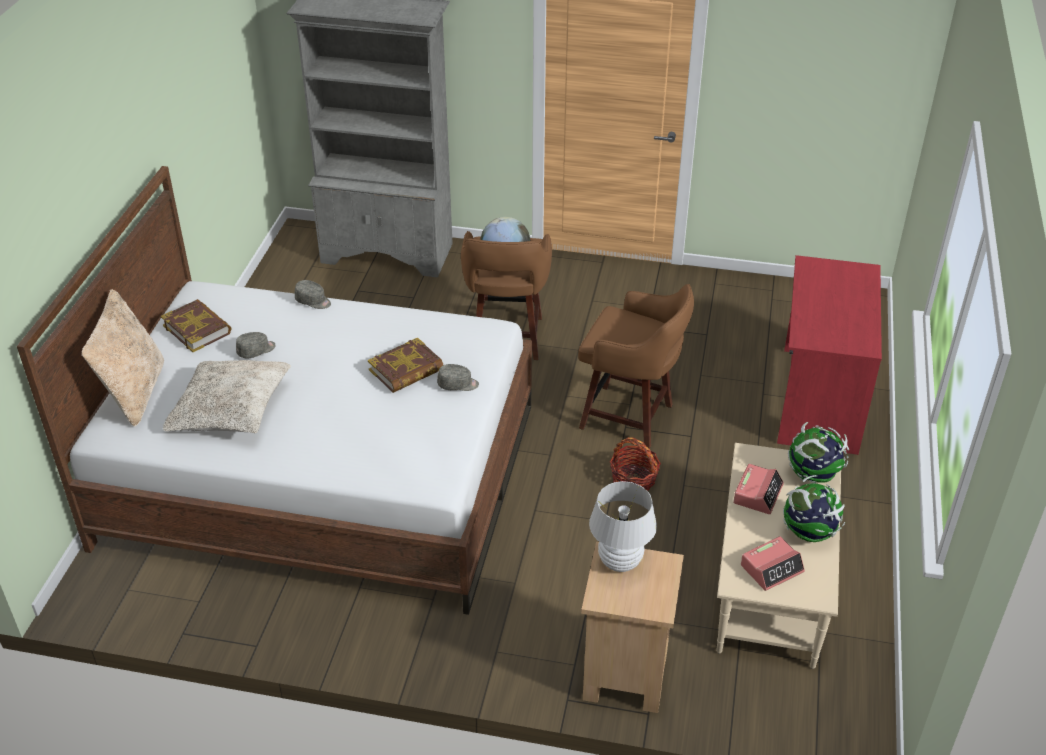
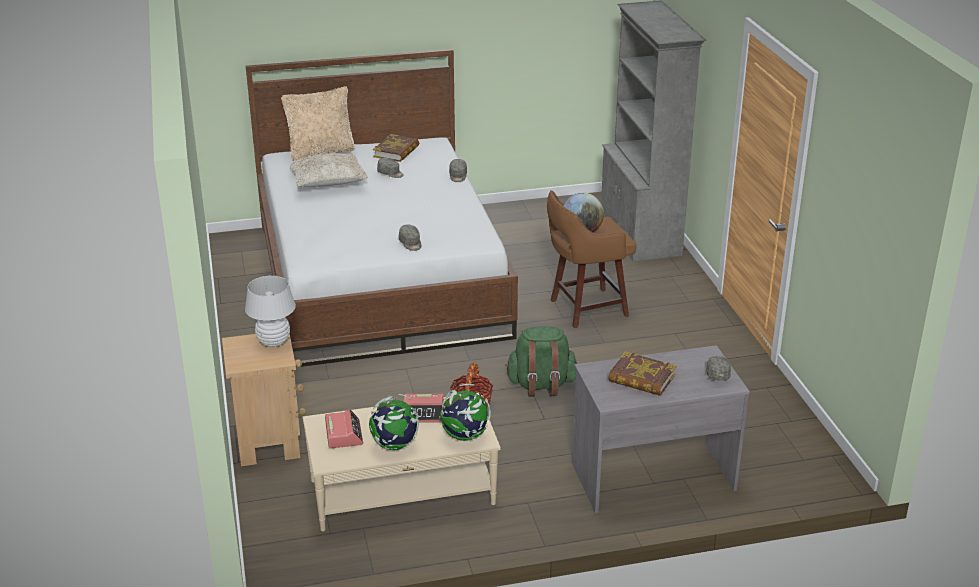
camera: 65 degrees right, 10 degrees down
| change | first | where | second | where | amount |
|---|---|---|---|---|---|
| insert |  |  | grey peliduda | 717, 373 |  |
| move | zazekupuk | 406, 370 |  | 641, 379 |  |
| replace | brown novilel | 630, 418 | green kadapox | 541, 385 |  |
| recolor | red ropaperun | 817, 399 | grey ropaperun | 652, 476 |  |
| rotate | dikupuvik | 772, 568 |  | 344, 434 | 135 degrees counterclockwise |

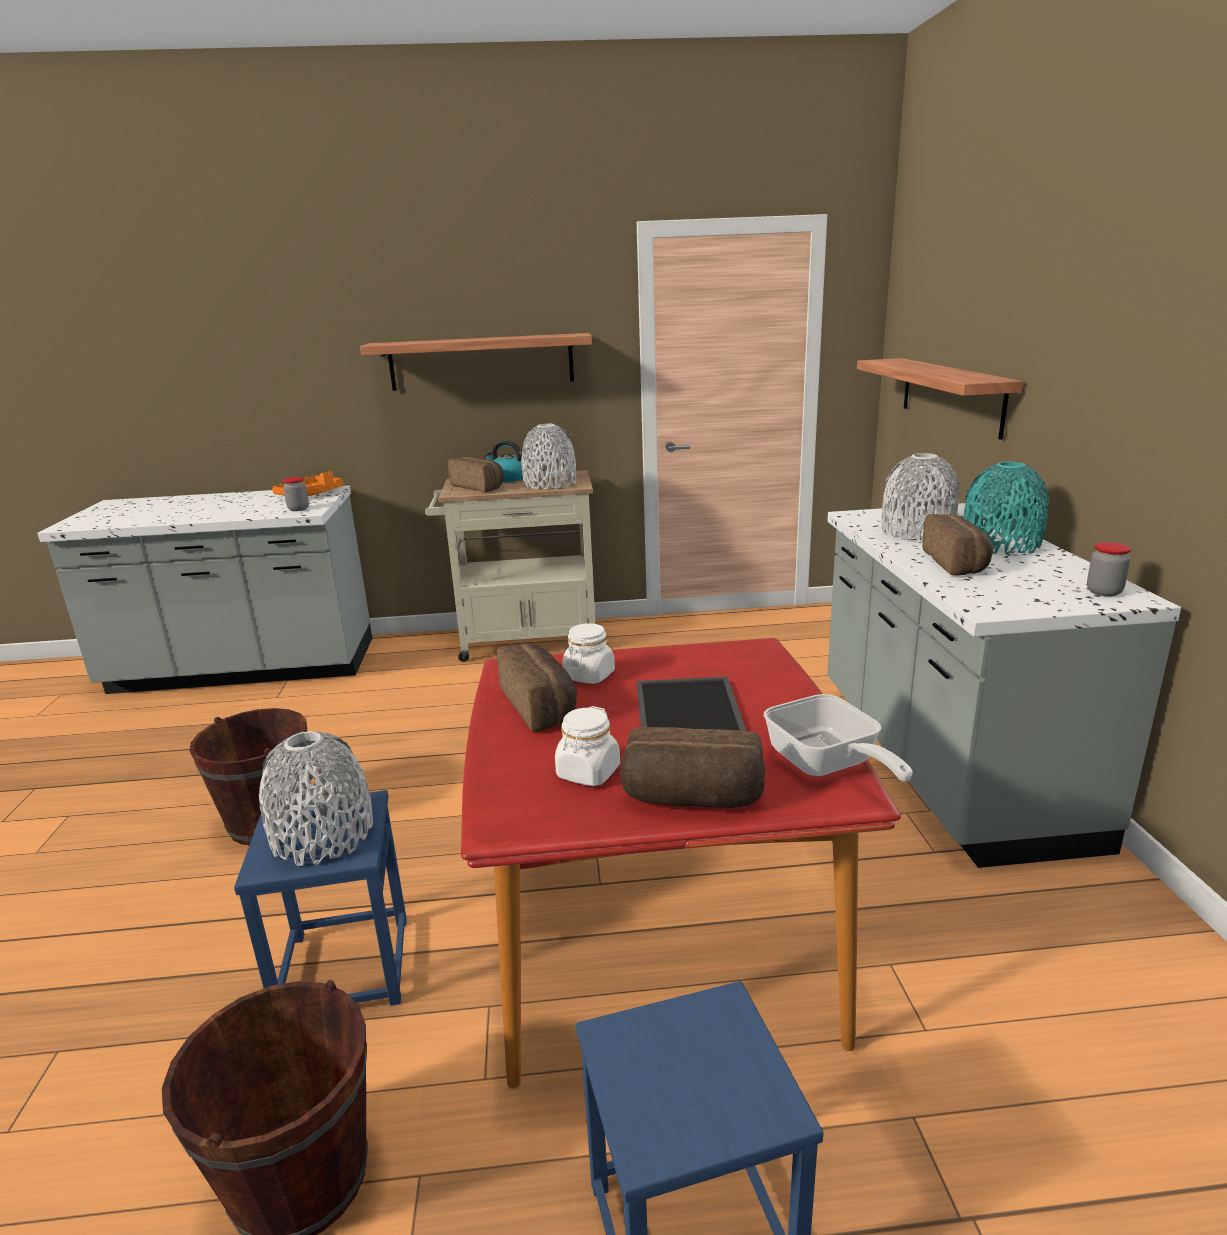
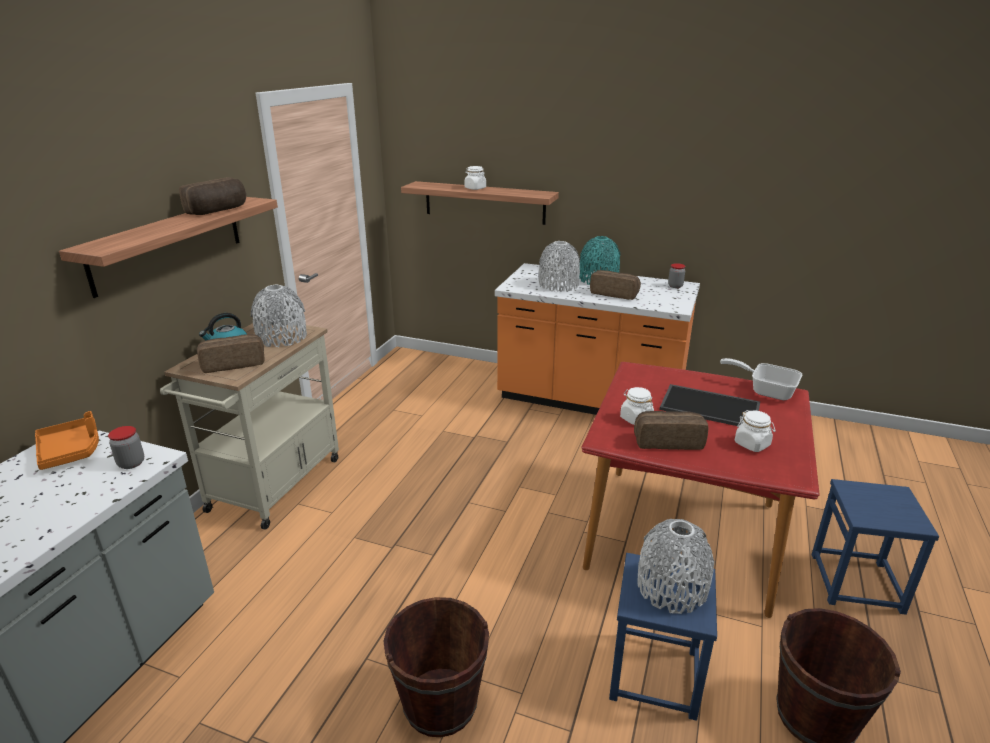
camera: 65 degrees left, 5 degrees up
| change | first | where | second | where | amount |
|---|---|---|---|---|---|
| insert |  |  | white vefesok | 475, 188 |  |
| move | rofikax | 692, 799 |  | 218, 210 |  |
| recolor | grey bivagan | 944, 762 | orange bivagan | 590, 400 |  |
| rotate | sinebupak | 827, 765 |  | 766, 390 | 150 degrees counterclockwise |

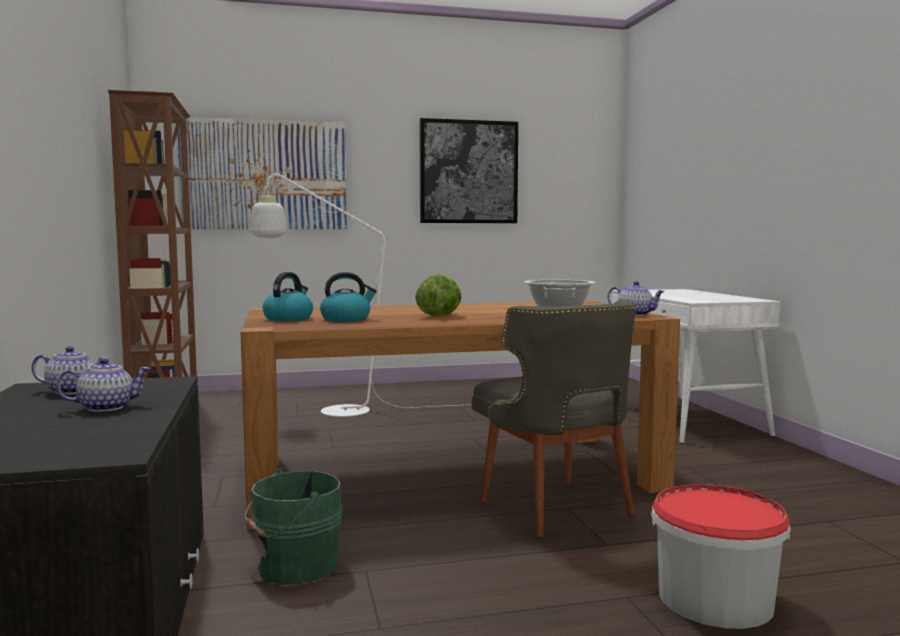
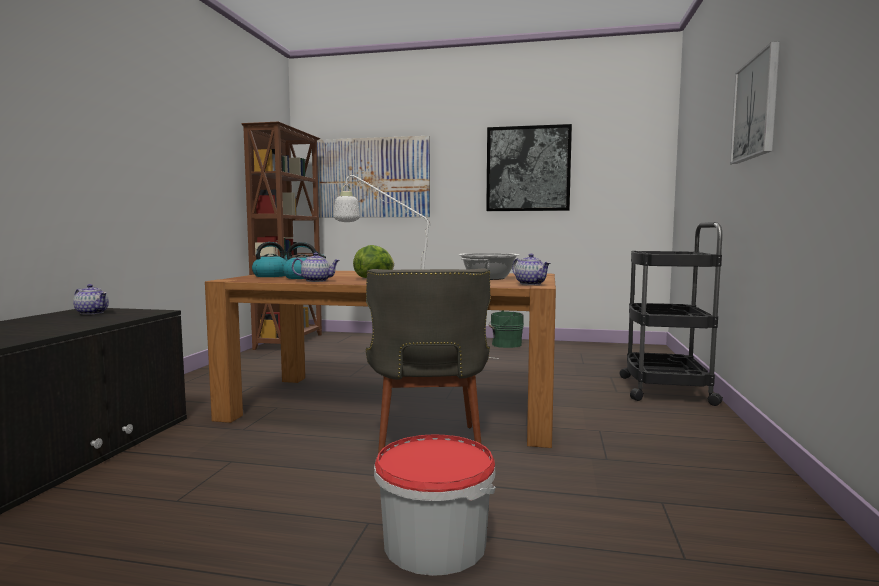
camera: 25 degrees right, 0 degrees up
| change | first | where | second | where | amount |
|---|---|---|---|---|---|
| insert |  |  | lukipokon | 756, 108 |  |
| move | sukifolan | 106, 407 |  | 316, 281 |  |
| move | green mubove | 294, 566 |  | 505, 344 |  |
| replace | white ropaperun | 683, 419 | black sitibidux | 665, 390 |  |

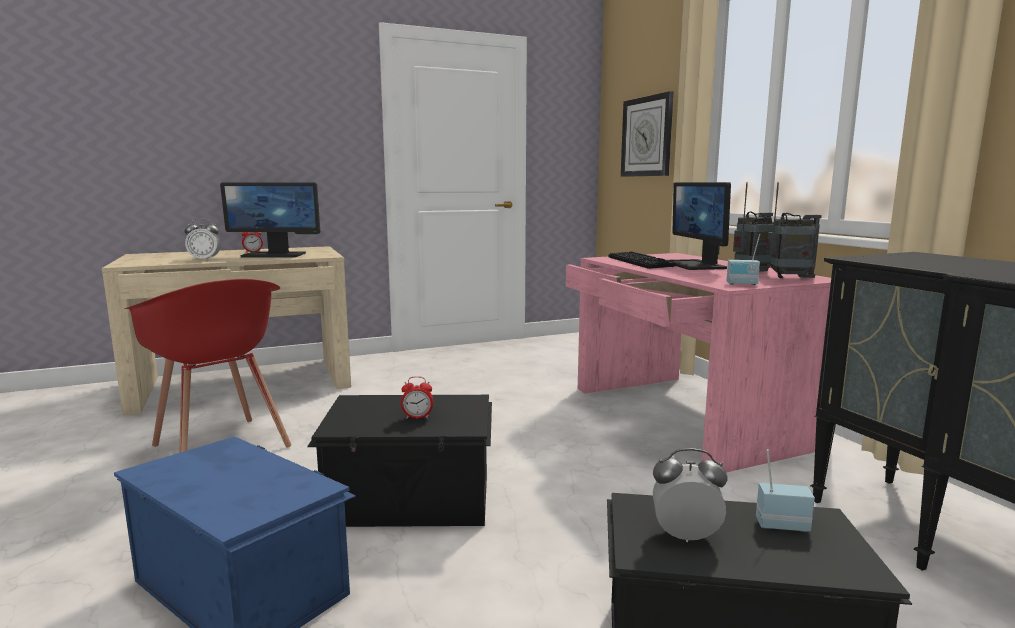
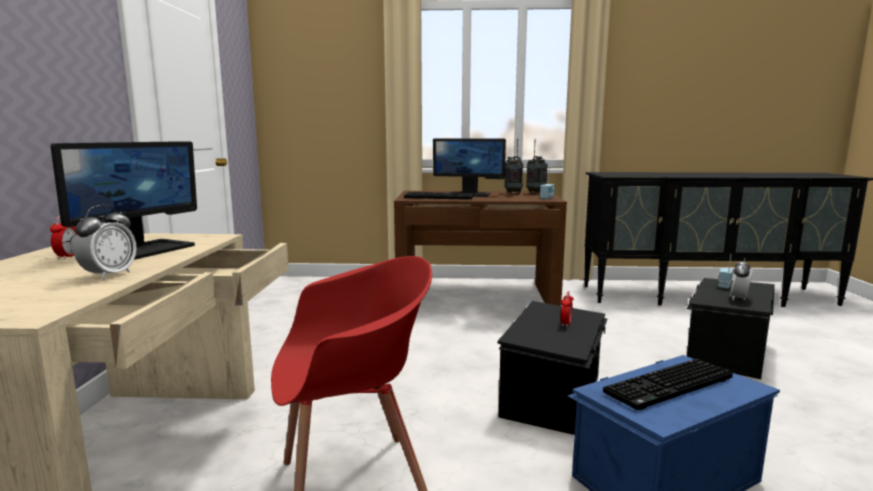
camera: 65 degrees left, 0 degrees up
| change | first | where | second | where | amount |
|---|---|---|---|---|---|
| delete | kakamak | 647, 137 |  |  |  |
| insert |  |  | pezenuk | 670, 386 |  |
| recolor | pink ropaperun | 677, 418 | brown ropaperun | 478, 298 |  |

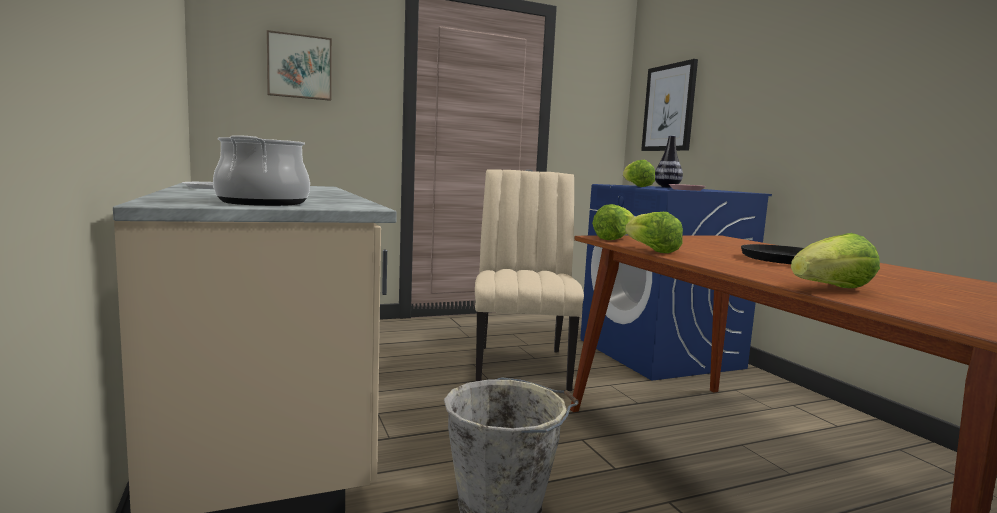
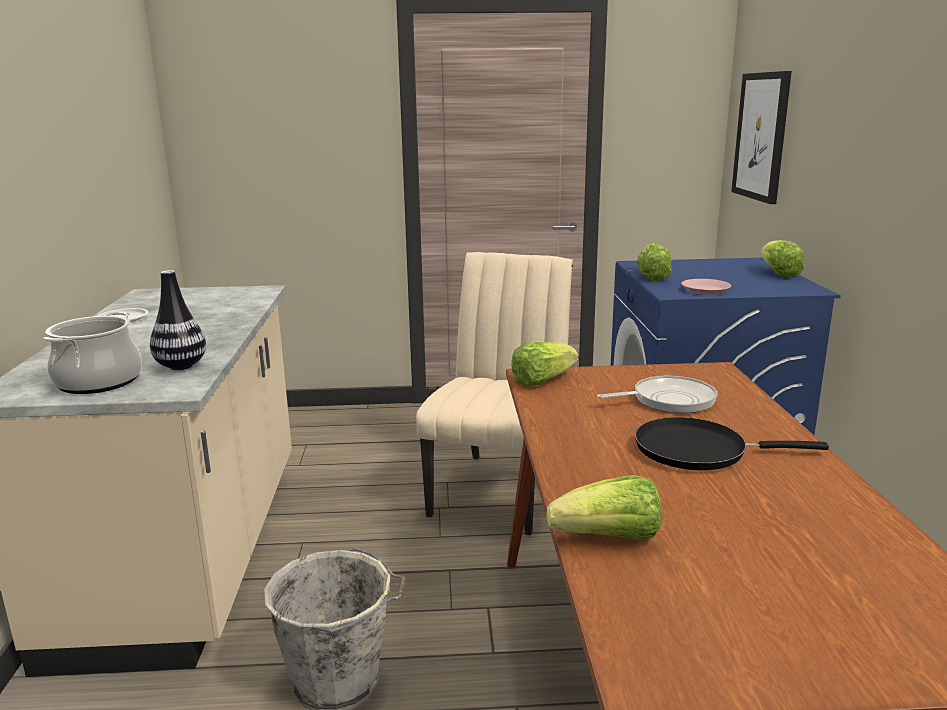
camera: 20 degrees right, 10 degrees up
| change | first | where | second | where | amount |
|---|---|---|---|---|---|
| delete | lukipokon | 299, 67 |  |  |  |
| insert |  |  | sinebupak | 668, 400 |  |
| move | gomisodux | 651, 250 |  | 778, 273 |  |
| move | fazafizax | 667, 187 |  | 181, 366 |  |

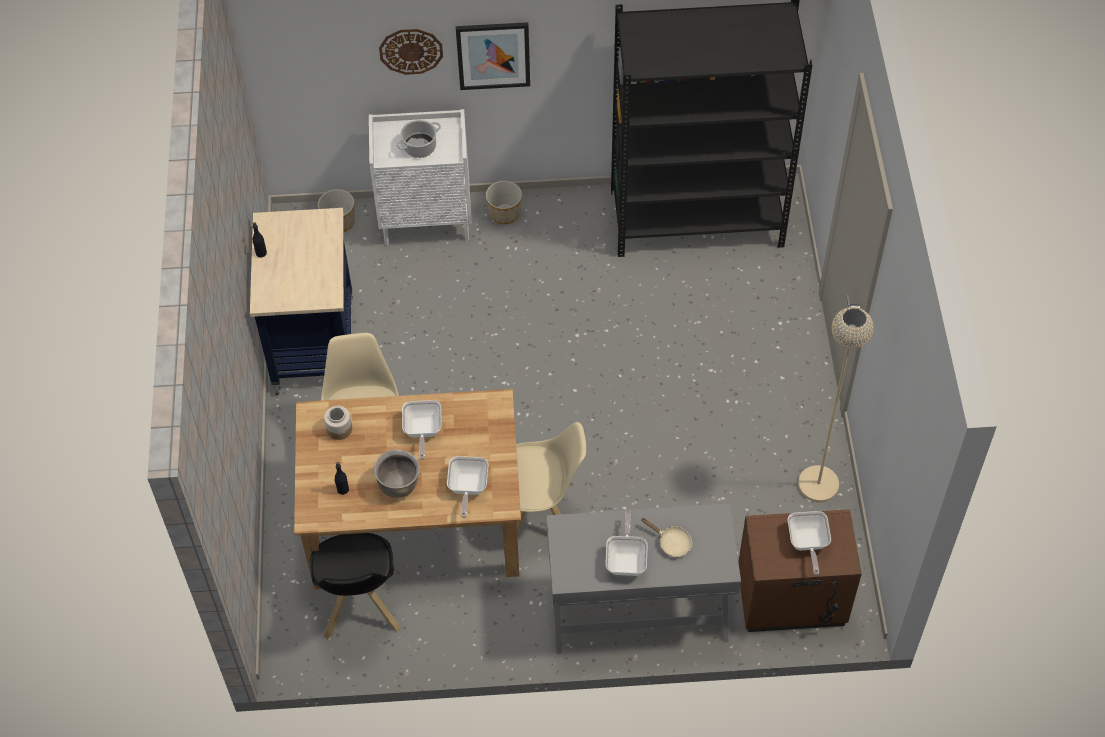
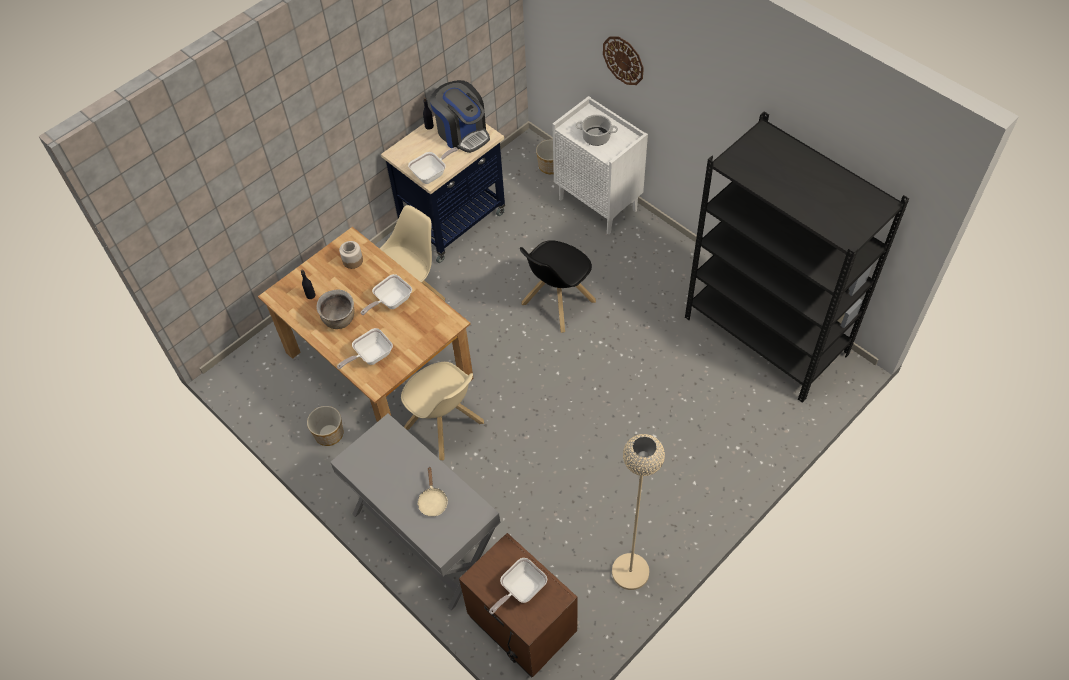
camera: 50 degrees right, 0 degrees up
| change | first | where | second | where | amount |
|---|---|---|---|---|---|
| delete | lukipokon | 493, 55 |  |  |  |
| insert |  |  | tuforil | 462, 133 |  |
| move | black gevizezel | 360, 606 |  | 556, 303 |  |
| move | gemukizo | 504, 213 |  | 329, 433 |  |
| move | sinebupak | 626, 559 |  | 432, 174 |  |

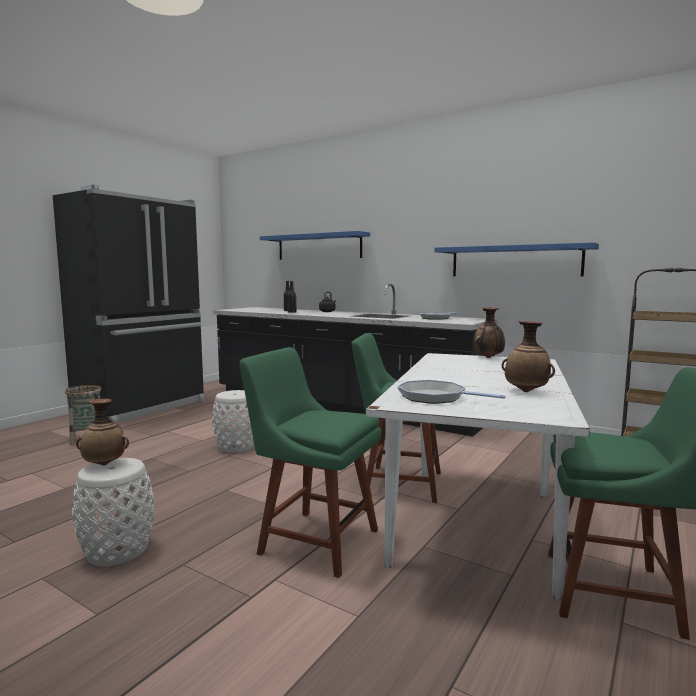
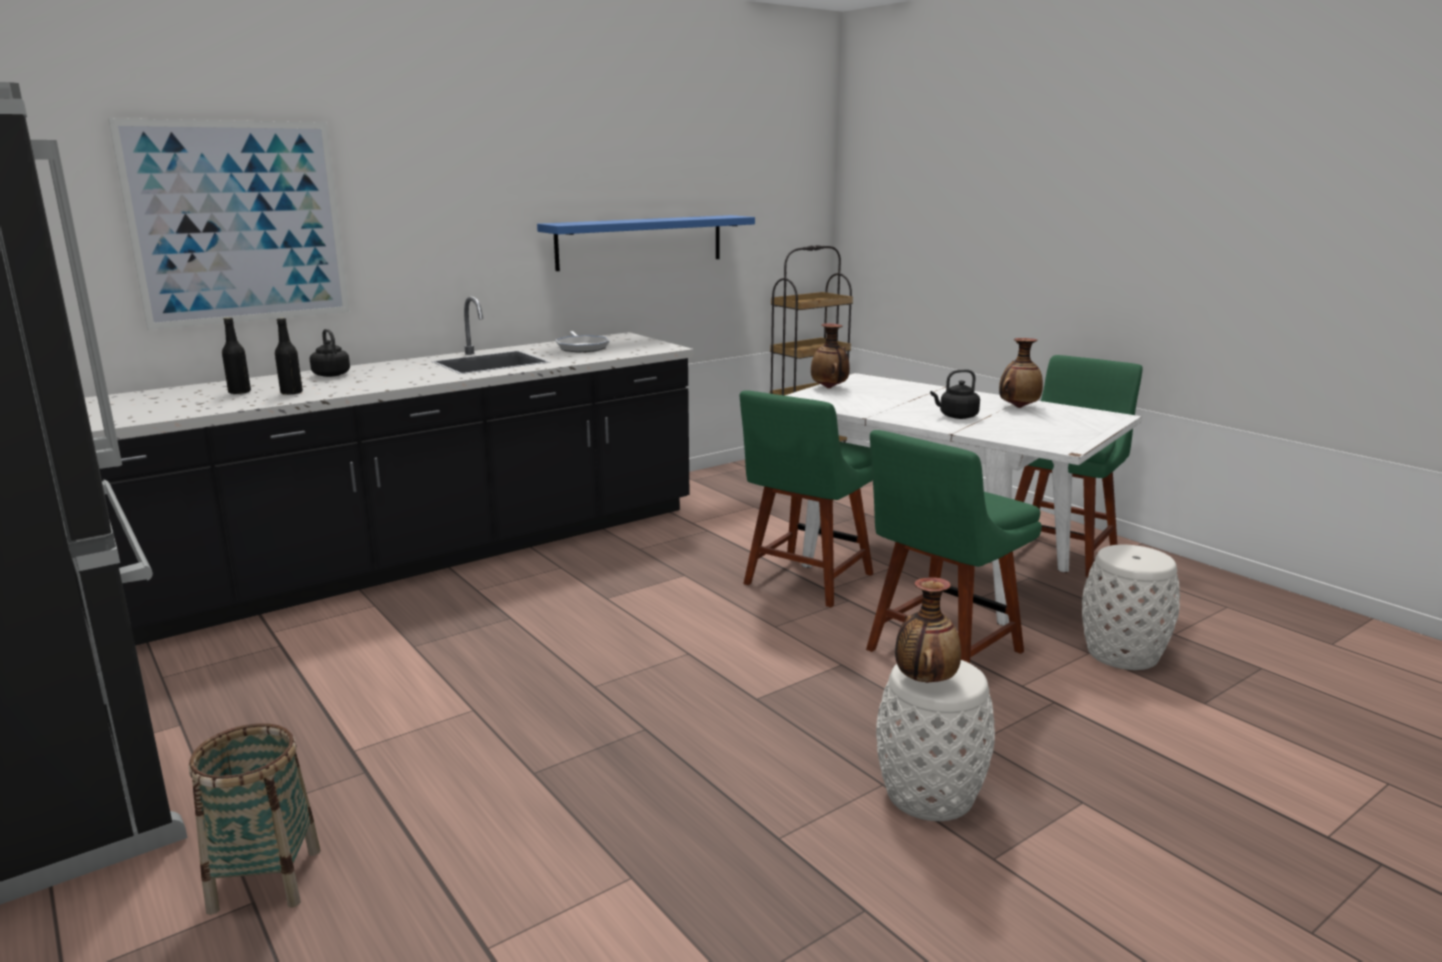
camera: 70 degrees left, 10 degrees up
| change | first | where | second | where | amount |
|---|---|---|---|---|---|
| delete | sinebupak | 435, 397 |  |  |  |
| insert |  |  | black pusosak | 956, 416 |  |
| move | white novilel | 236, 447 |  | 1122, 654 |  |
| replace | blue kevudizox | 318, 247 | lukipokon | 238, 223 |  |

